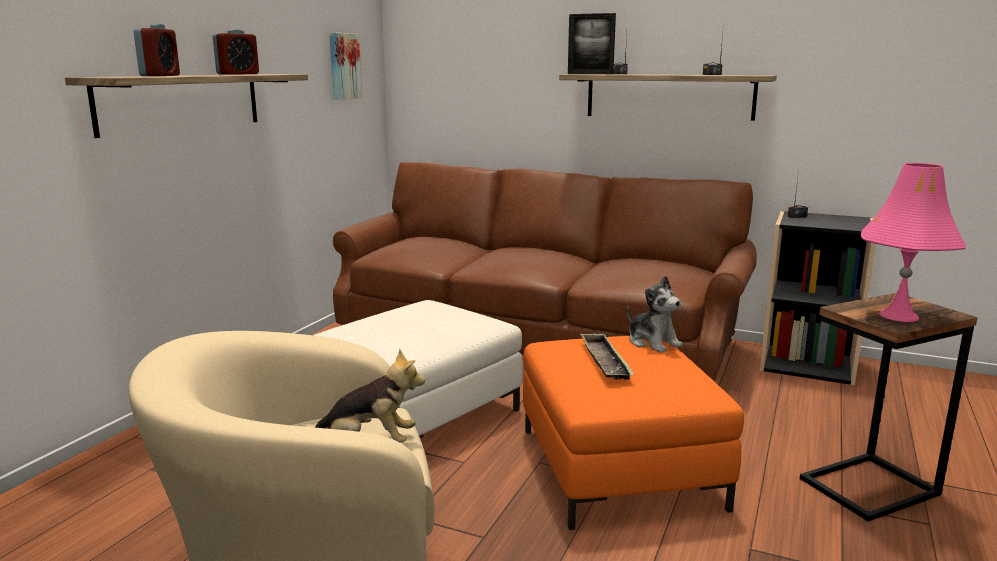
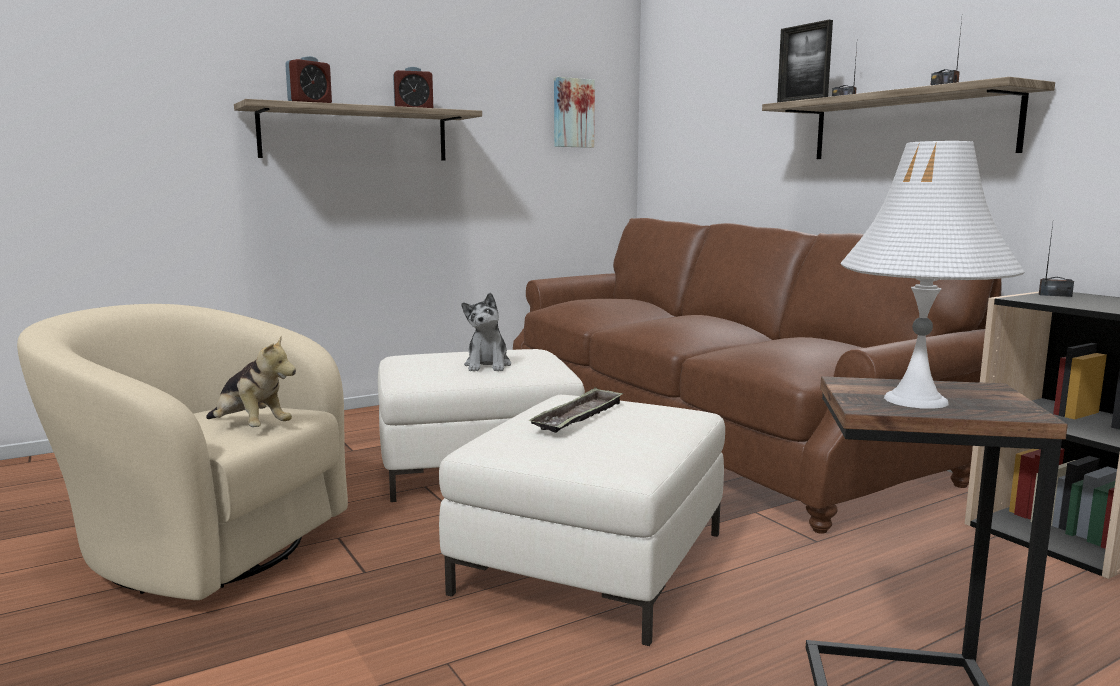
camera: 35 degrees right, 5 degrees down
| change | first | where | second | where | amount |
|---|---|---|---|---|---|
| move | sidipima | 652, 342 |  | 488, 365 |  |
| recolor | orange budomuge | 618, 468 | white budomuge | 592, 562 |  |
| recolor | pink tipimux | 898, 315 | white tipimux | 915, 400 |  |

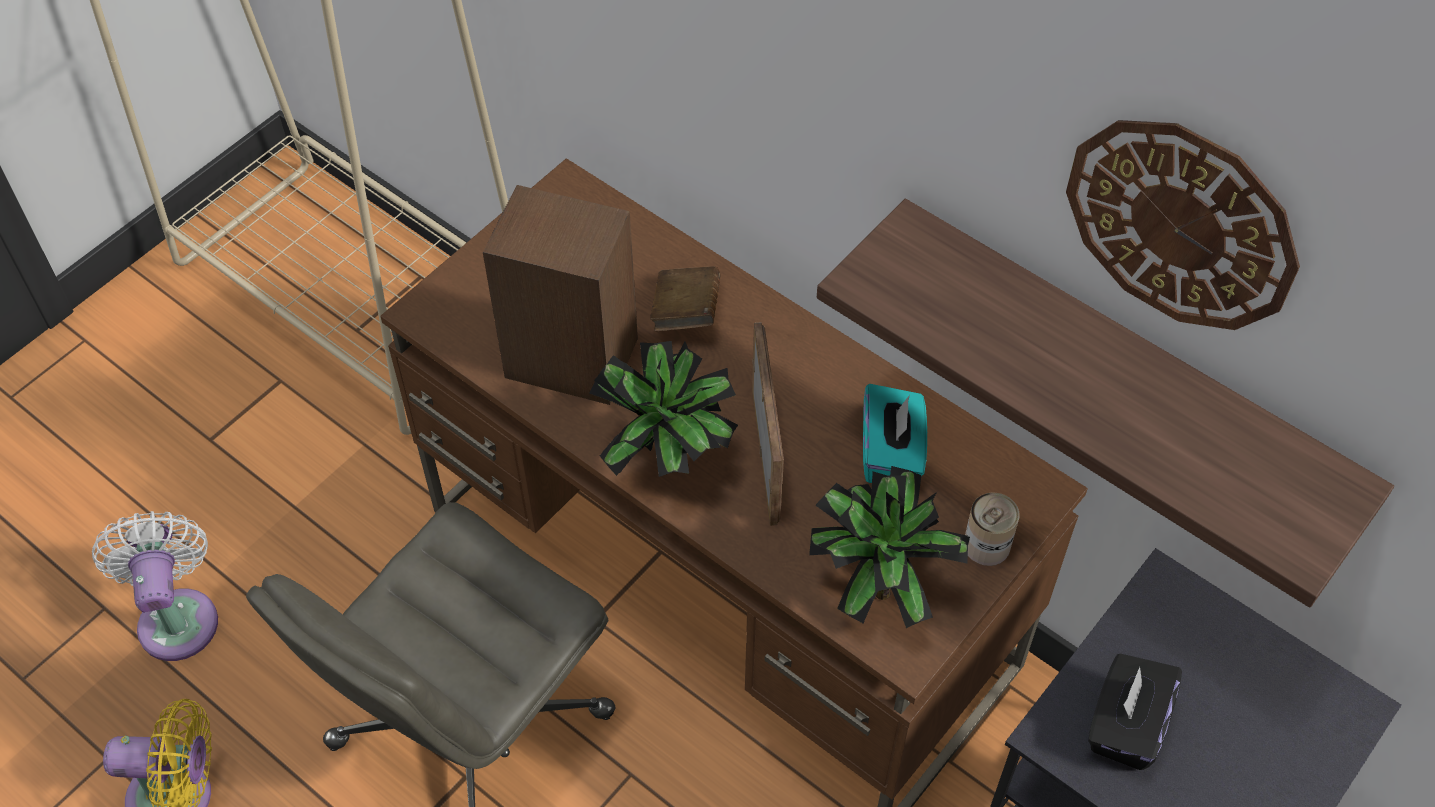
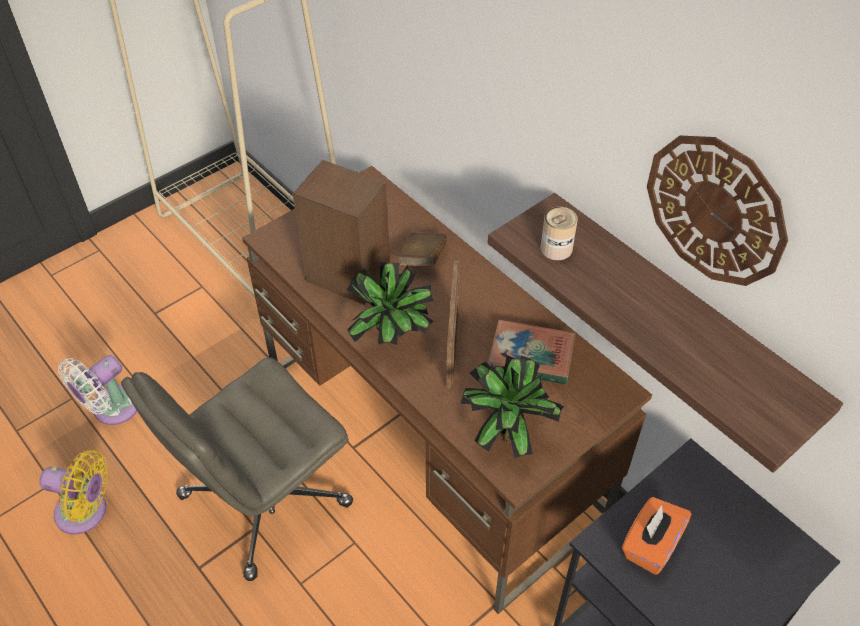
camera: 10 degrees right, 5 degrees down
| change | first | where | second | where | amount |
|---|---|---|---|---|---|
| move | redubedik | 986, 545 |  | 556, 248 |  |
| replace | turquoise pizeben | 891, 453 | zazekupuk | 531, 356 |  |
| recolor | black pizeben | 1125, 725 | orange pizeben | 650, 545 |  |
| rotate | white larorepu | 177, 616 |  | 111, 409 | 135 degrees counterclockwise |

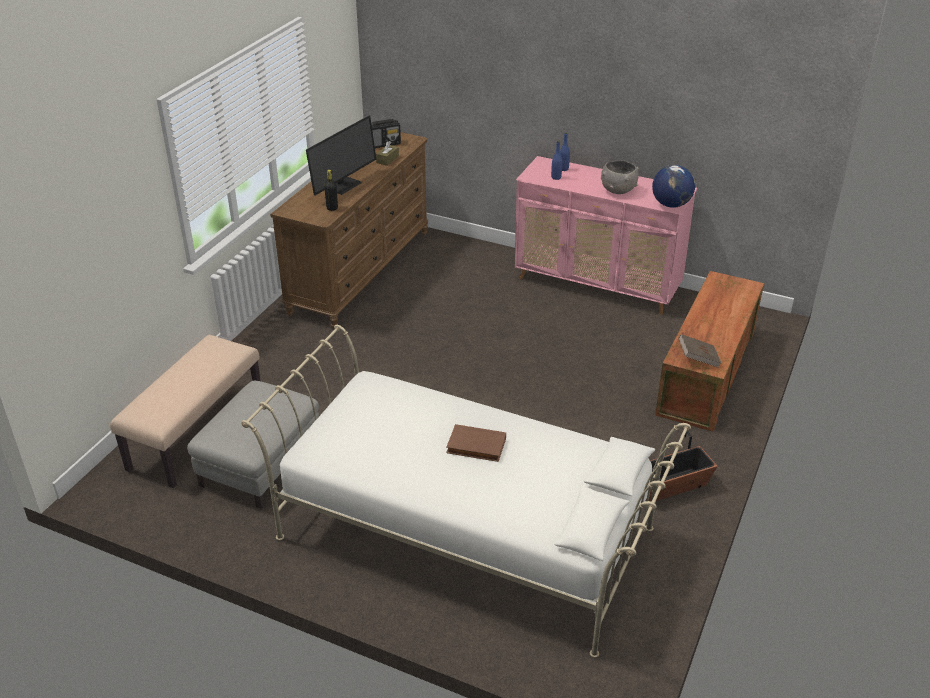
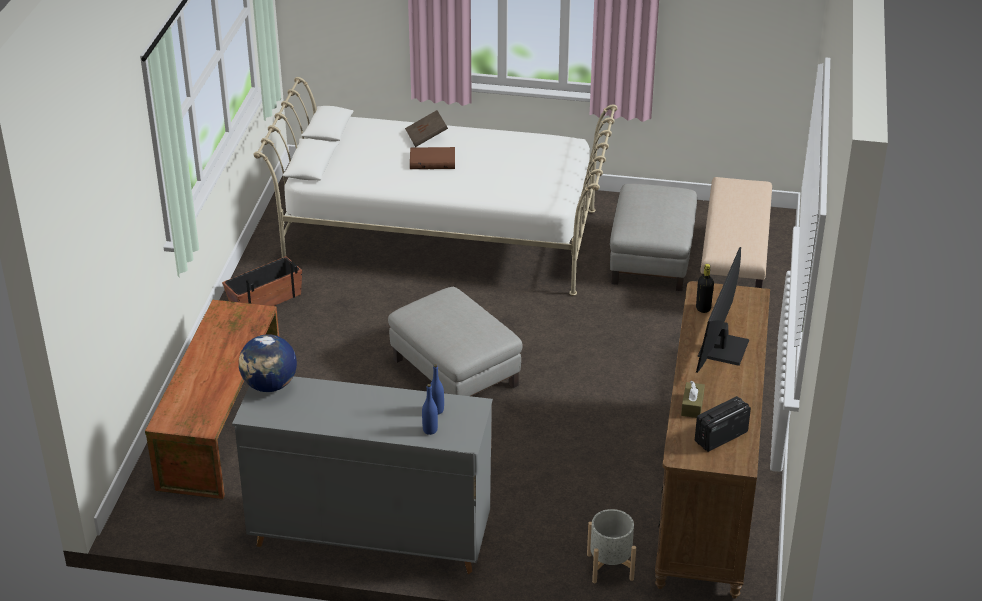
camera: 165 degrees right, 0 degrees up
| change | first | where | second | where | amount |
|---|---|---|---|---|---|
| delete | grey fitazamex | 618, 190 |  |  |  |
| insert |  |  | grey budomuge | 454, 372 |  |
| insert |  |  | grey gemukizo | 609, 566 |  |
| move | brown zazekupuk | 698, 359 |  | 426, 137 |  |
| recolor | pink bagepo | 597, 284 | grey bagepo | 370, 535 |  |

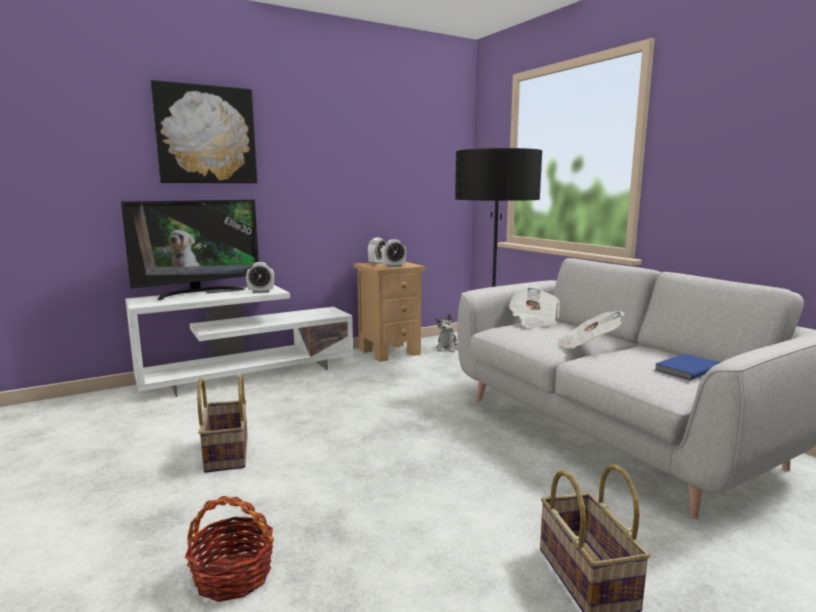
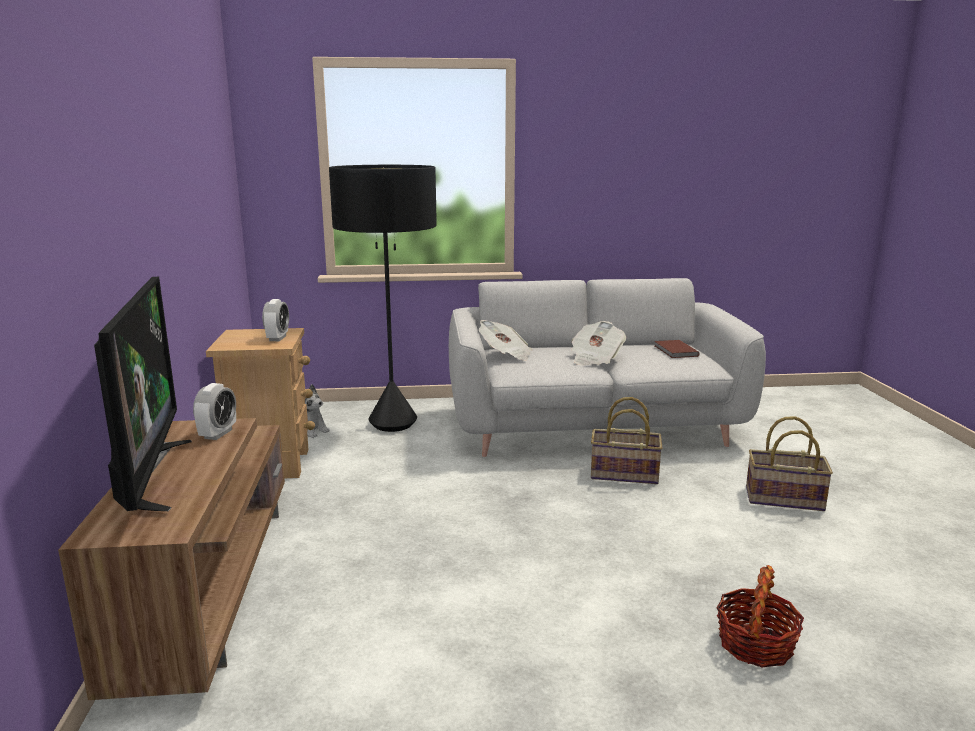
camera: 65 degrees left, 5 degrees up
| change | first | where | second | where | amount |
|---|---|---|---|---|---|
| delete | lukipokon | 206, 135 |  |  |  |
| delete | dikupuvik | 377, 263 |  |  |  |
| move | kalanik | 225, 453 |  | 623, 474 |  |
| recolor | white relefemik | 251, 374 | brown relefemik | 213, 580 |  |
| recolor | blue zazekupuk | 685, 369 | brown zazekupuk | 675, 351 |  |

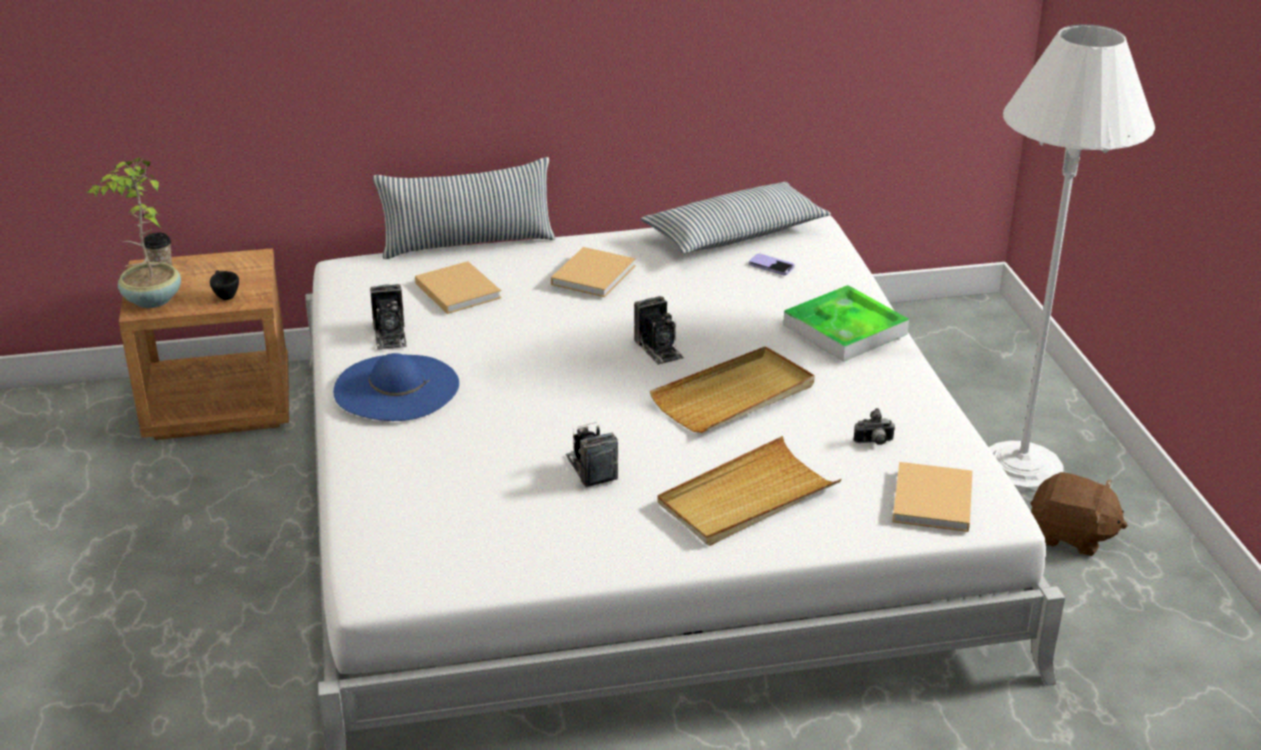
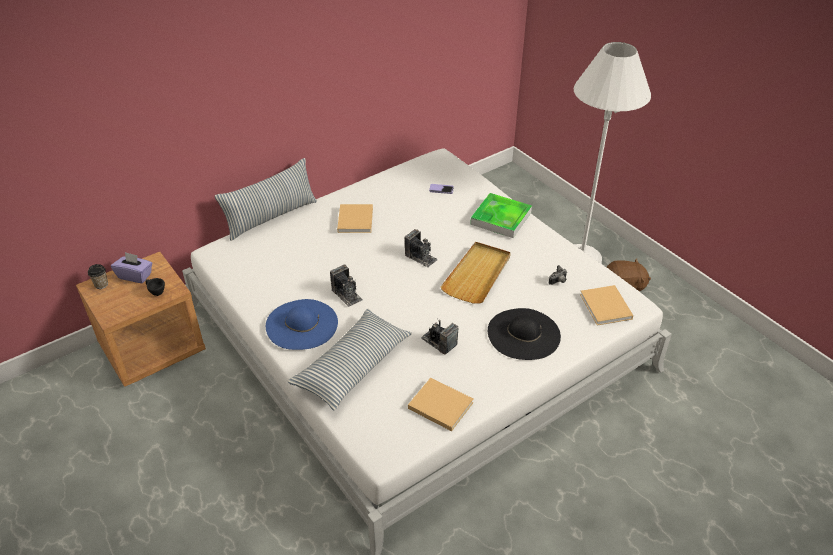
camera: 25 degrees left, 10 degrees up
| change | first | where | second | where | amount |
|---|---|---|---|---|---|
| delete | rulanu | 151, 300 |  |  |  |
| insert |  |  | purple pizeben | 135, 276 |  |
| move | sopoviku | 390, 335 |  | 347, 294 |  |
| move | beige zazekupuk | 456, 289 |  | 439, 404 |  |
| move | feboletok | 735, 234 |  | 352, 366 |  |
| replace | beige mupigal | 746, 498 | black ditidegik | 523, 334 |  |

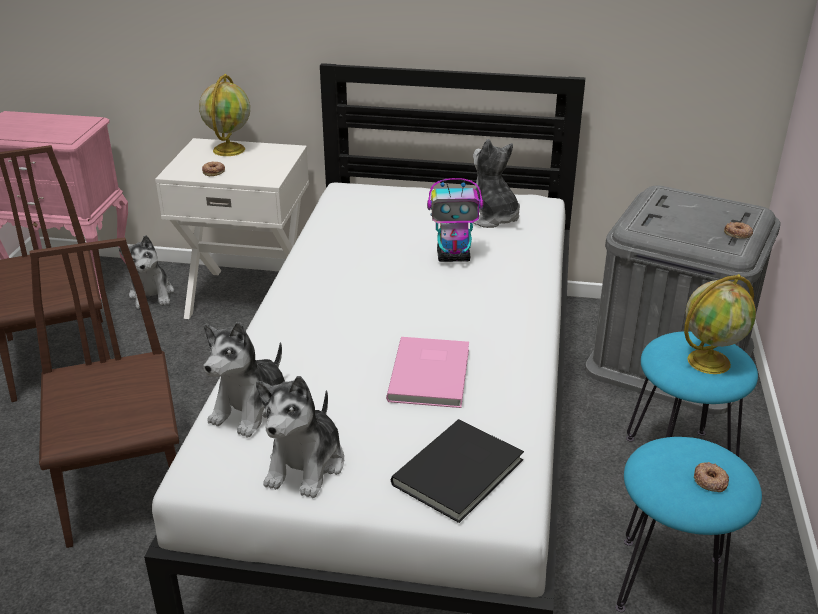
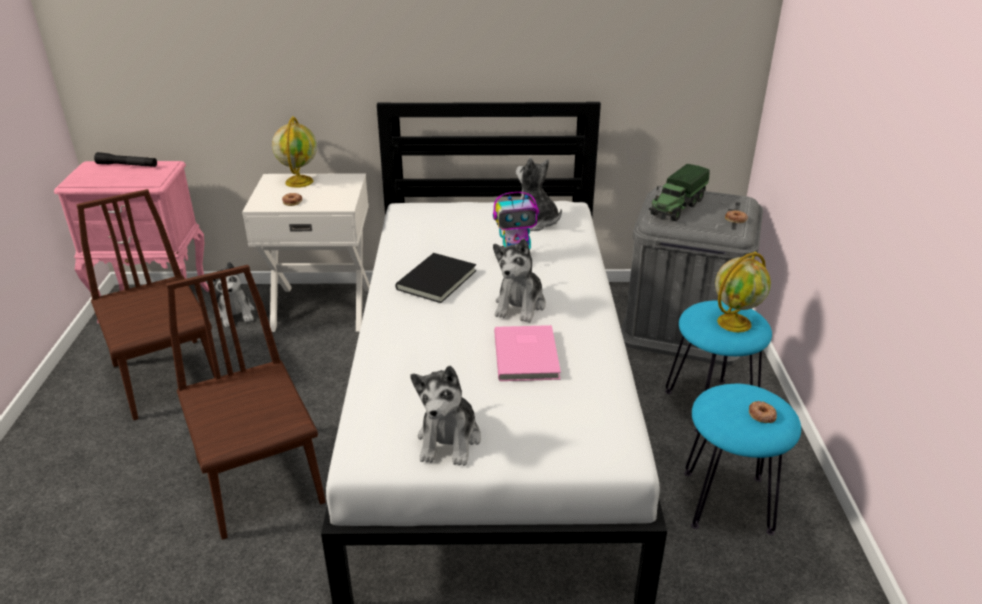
camera: 10 degrees left, 0 degrees up
| change | first | where | second | where | amount |
|---|---|---|---|---|---|
| insert |  |  | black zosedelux | 127, 165 |  |
| insert |  |  | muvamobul | 676, 207 |  |
| move | sidipima | 252, 408 |  | 520, 305 |  |
| move | black zazekupuk | 462, 472 |  | 439, 280 |  |

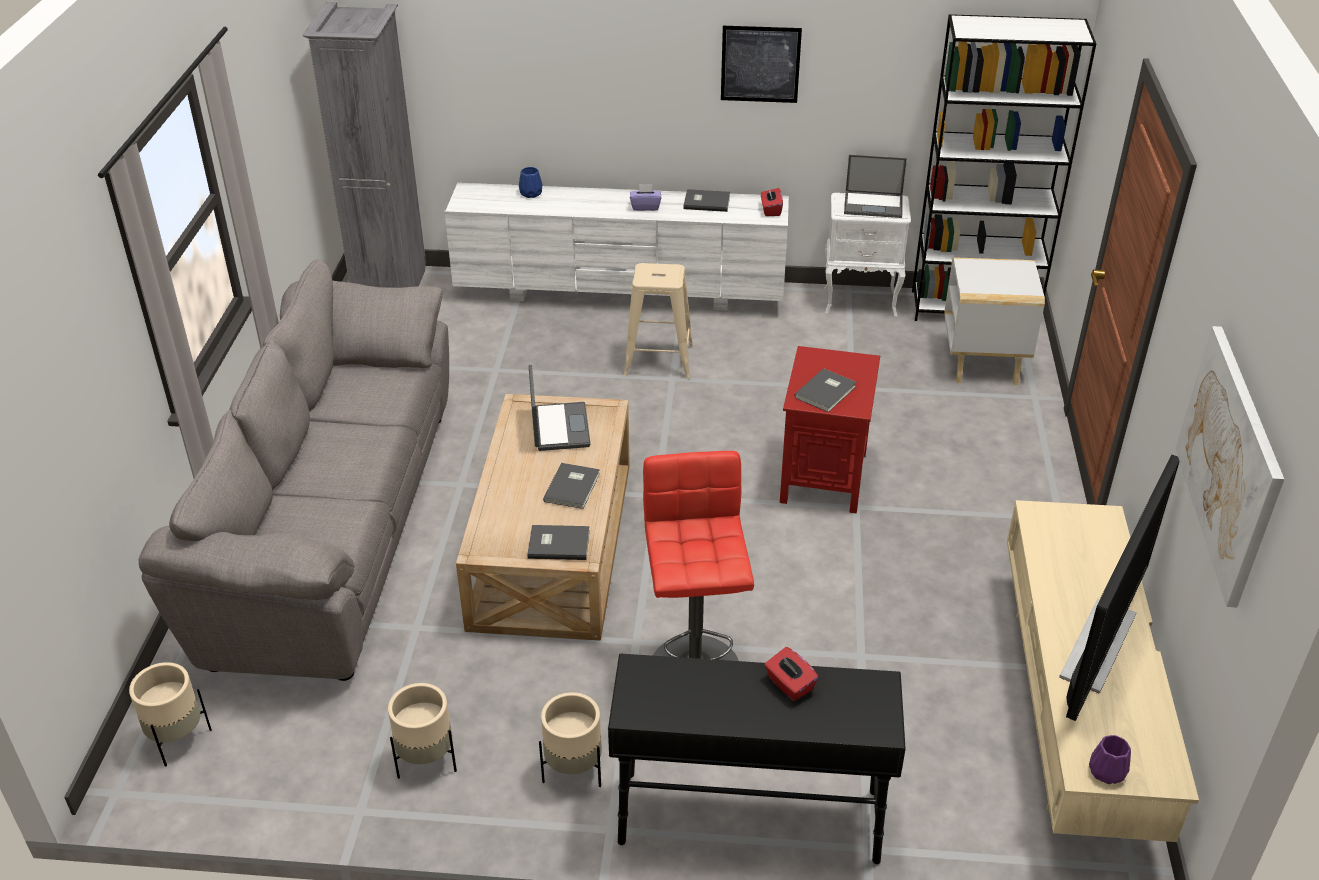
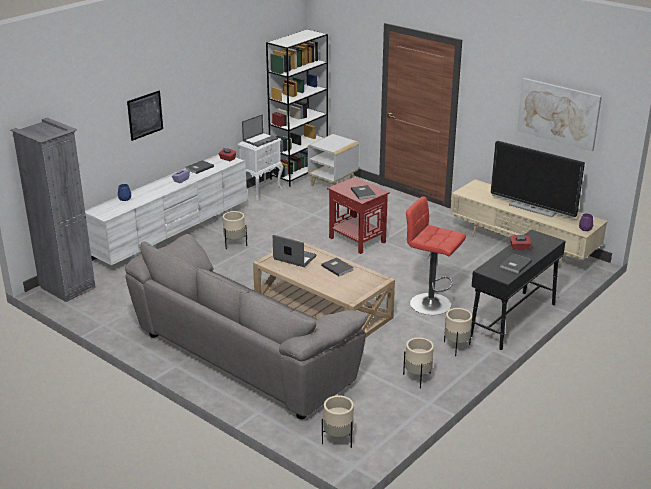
camera: 55 degrees left, 10 degrees down
| change | first | where | second | where | amount |
|---|---|---|---|---|---|
| move | grey zazekupuk | 558, 543 |  | 514, 264 |  |
| move | lukipokon | 760, 64 |  | 145, 115 |  |
| replace | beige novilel | 658, 360 | beige gemukizo | 235, 244 |  |
| rotate | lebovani | 1099, 645 |  | 533, 208 | 150 degrees clockwise |

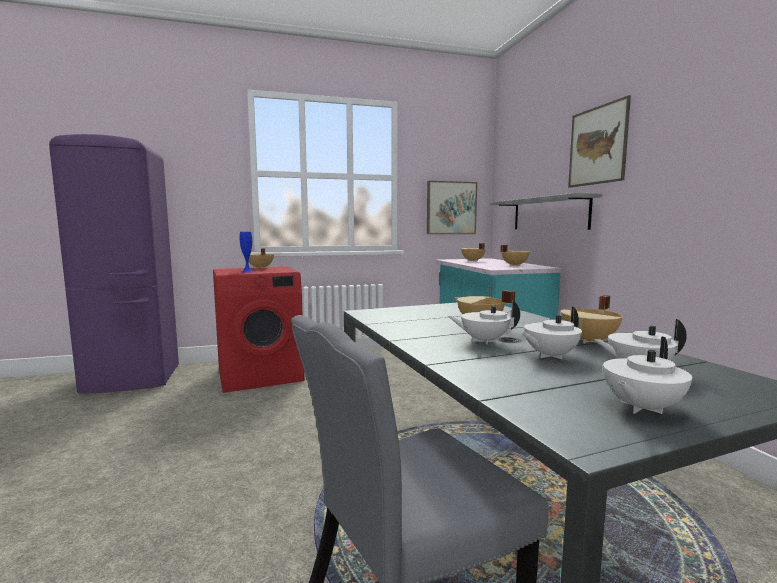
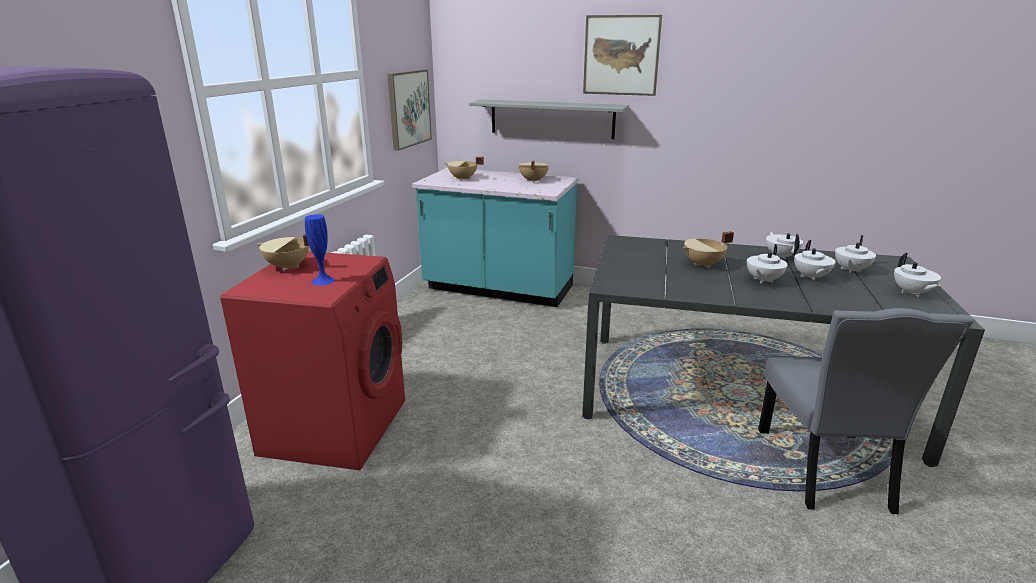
camera: 55 degrees left, 15 degrees up
| change | first | where | second | where | amount |
|---|---|---|---|---|---|
| replace | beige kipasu | 590, 341 | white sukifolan | 781, 256 |  |

